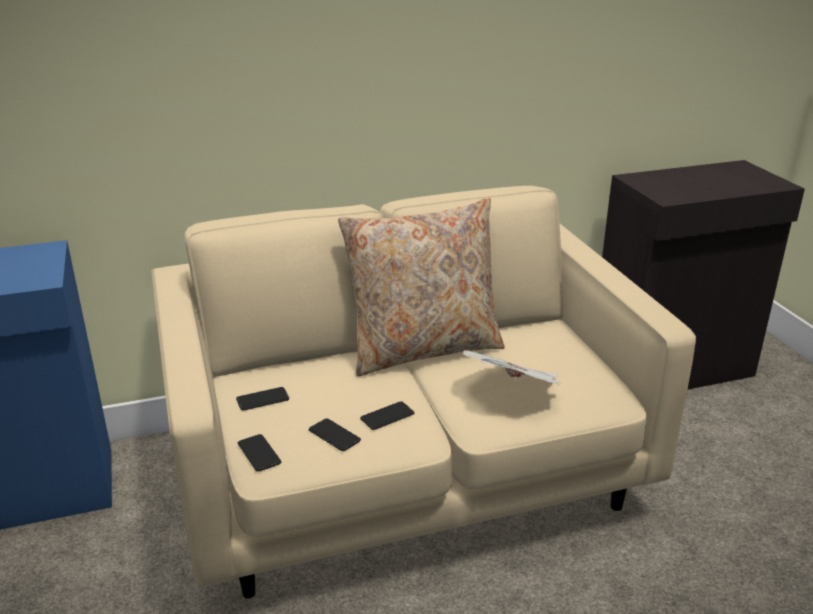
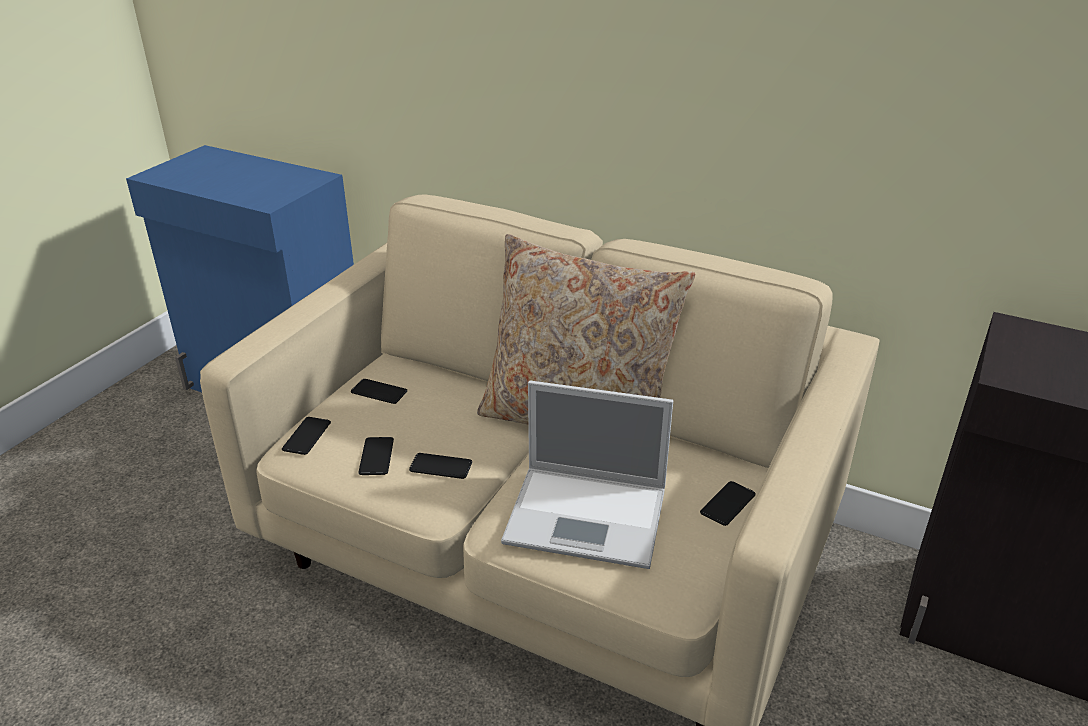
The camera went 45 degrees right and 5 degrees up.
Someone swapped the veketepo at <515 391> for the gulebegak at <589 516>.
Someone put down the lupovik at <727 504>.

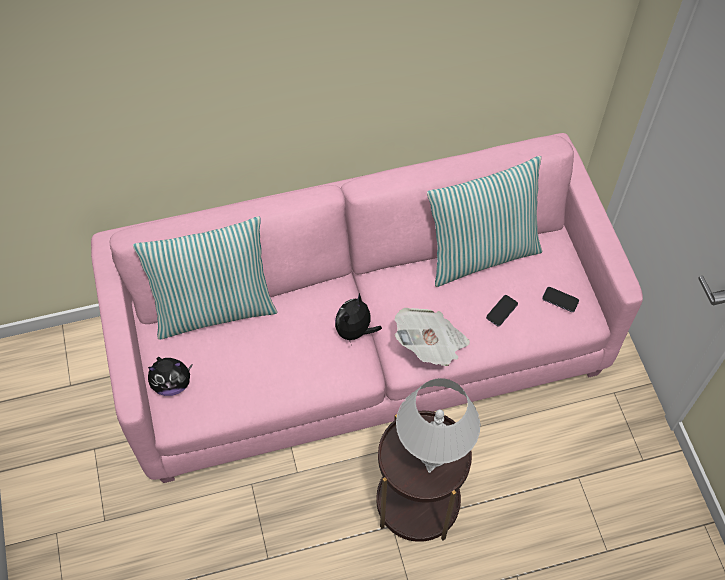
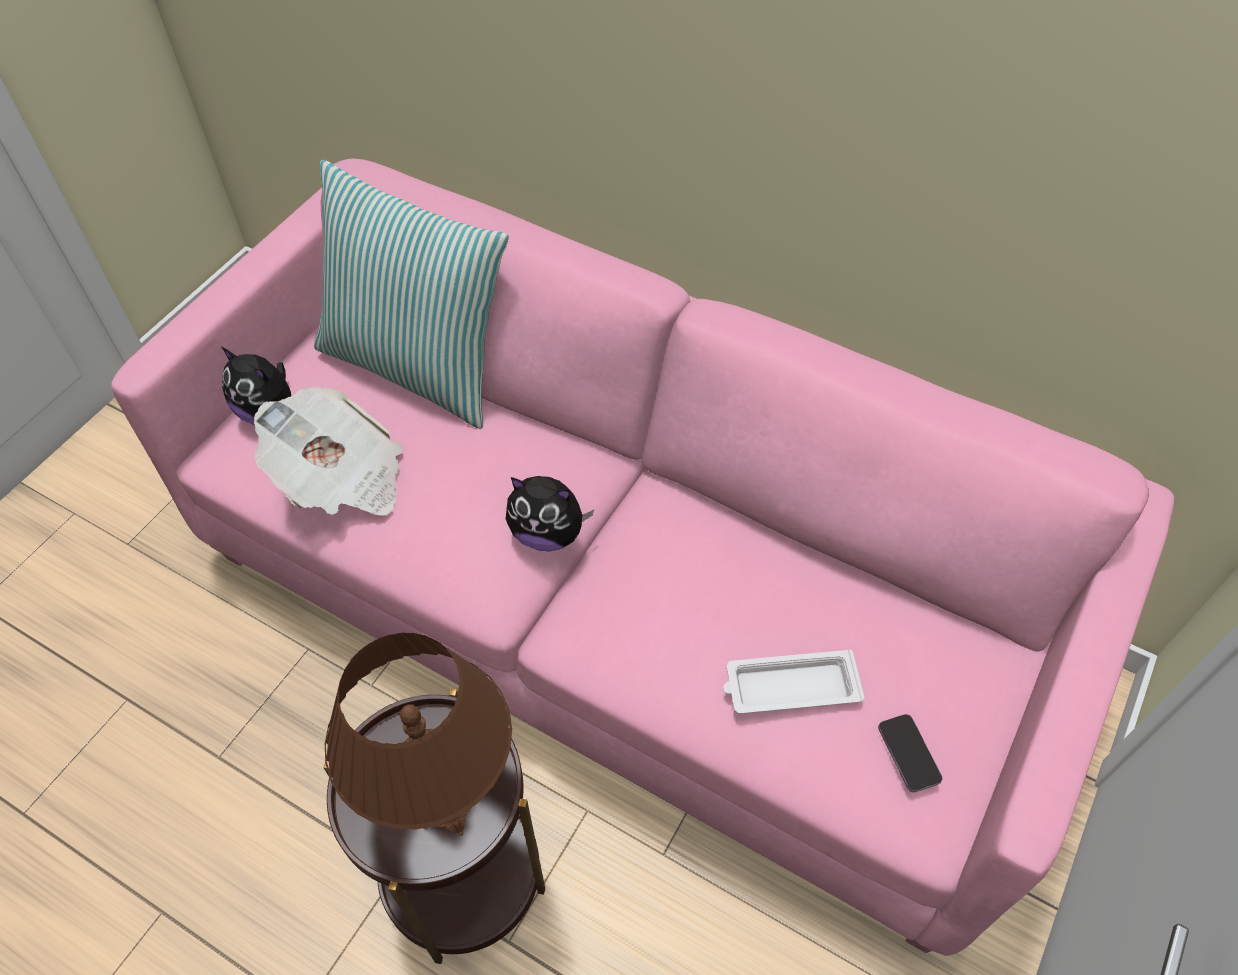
The camera went 45 degrees right and 5 degrees down.
Someone carried the veketepo from <431 345> to <340 477>.
Someone repainted the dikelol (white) at <433 453>, which became the dikelol (brown) at <442 797>.
Someone rotated the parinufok at <355 331> by 150 degrees counterclockwise.
Someone swapped the lupovik at <501 311> for the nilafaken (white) at <790 686>.
Someone took away the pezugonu at <481 253>.

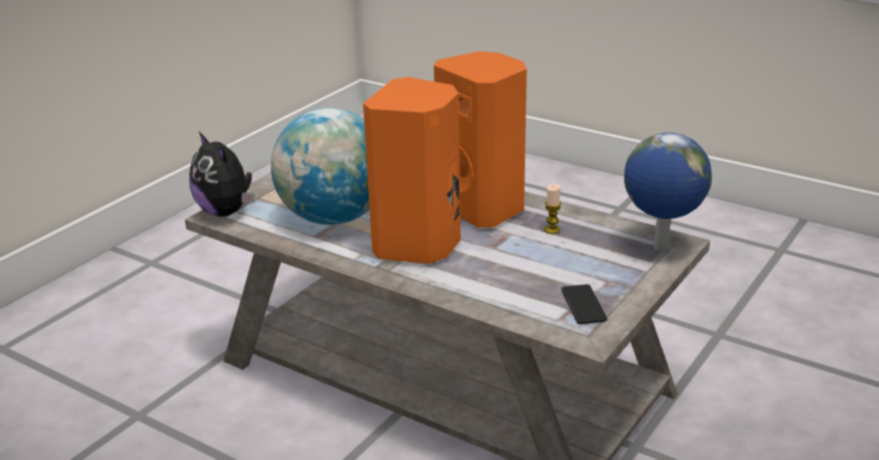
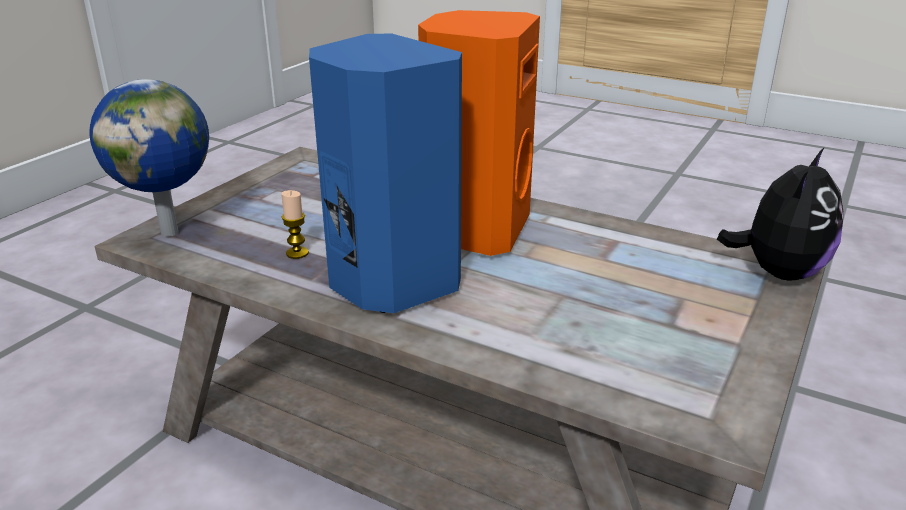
The camera went 175 degrees right and 0 degrees up.
Someone repainted the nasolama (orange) at <484 209>, which became the nasolama (blue) at <389 284>.
Someone rotated the parinufok at <226 212> by 75 degrees clockwise.
Someone took away the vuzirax at <333 218>.
Someone took away the lupovik at <583 305>.

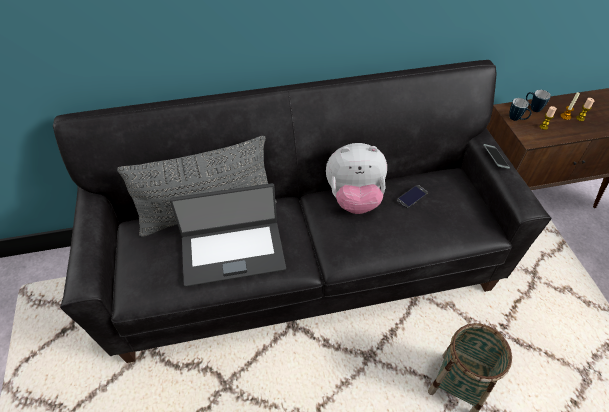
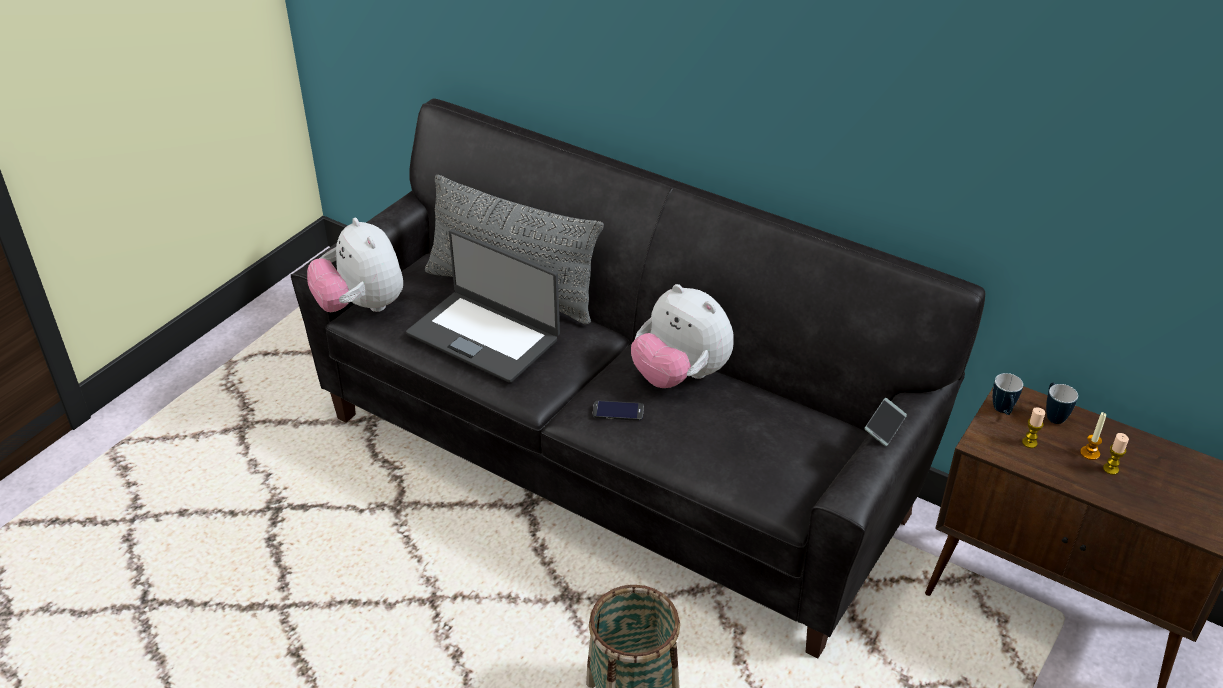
The camera went 45 degrees right and 10 degrees down.
Someone put down the parinufok at <362 306>.
Someone carried the lupovik from <412 196> to <618 411>.

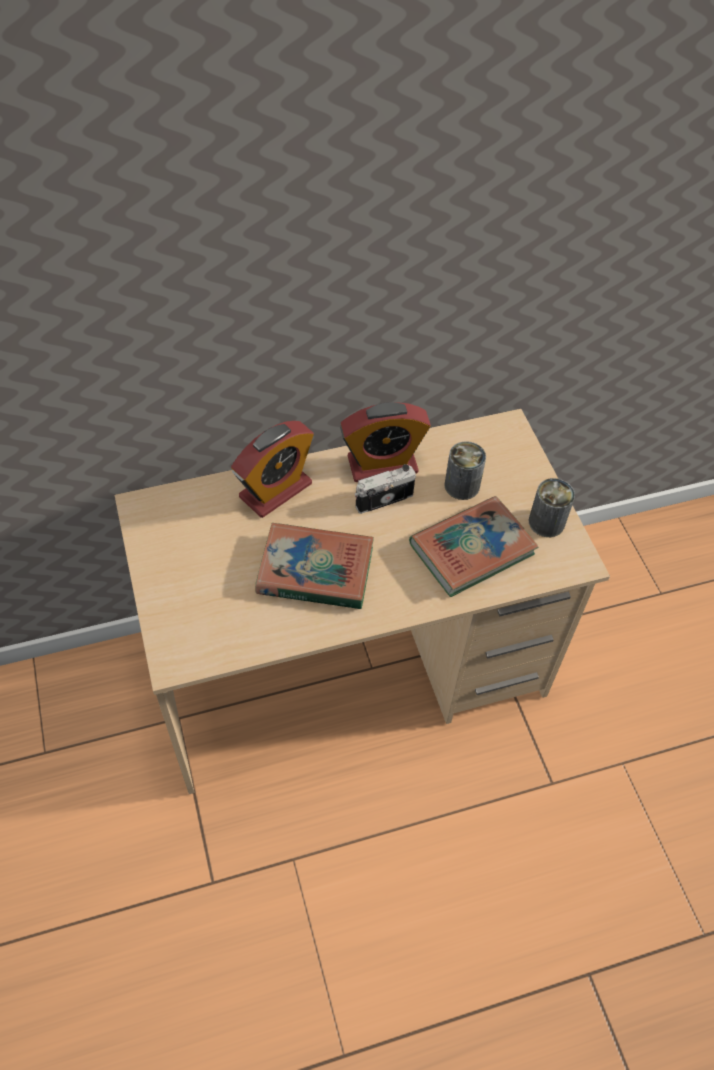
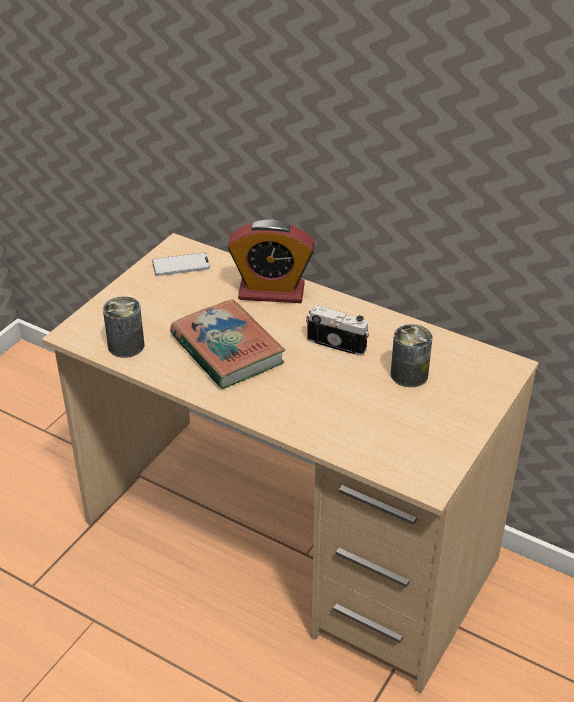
The camera went 50 degrees right and 15 degrees down.
Someone carried the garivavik from <546 522> to <126 345>.
Someone put down the lupovik at <181 265>.
Someone took away the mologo at <382 465>.
Someone took away the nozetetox at <472 550>.

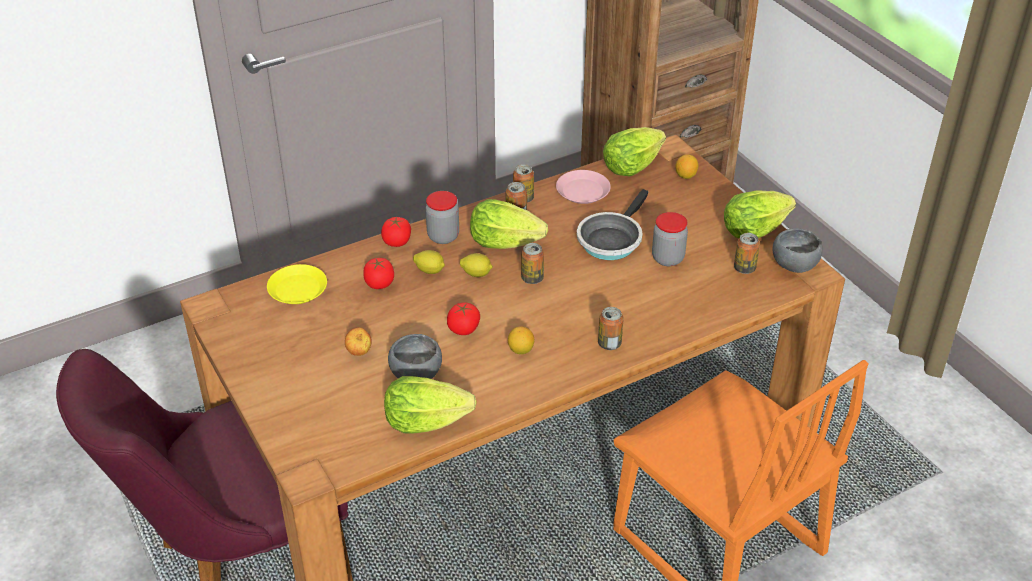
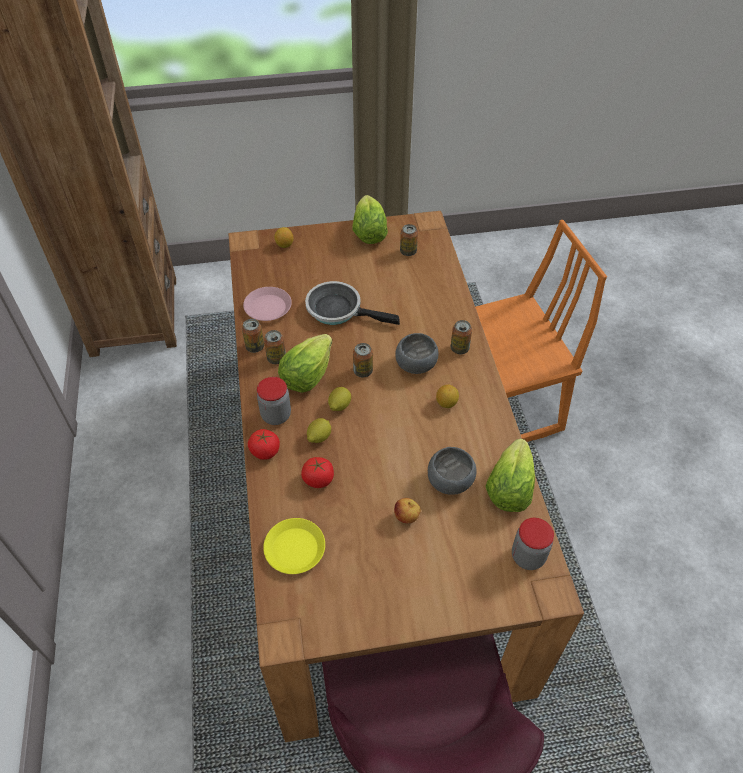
The camera went 70 degrees left and 10 degrees up.
Someone rotated the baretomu at <611 239> by 150 degrees clockwise.
Someone carried the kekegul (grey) from <794 266> to <417 365>.
Someone carried the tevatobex from <667 258> to <528 556>.
Someone took away the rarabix at <463 329>.
Someone took away the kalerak at <631 166>.

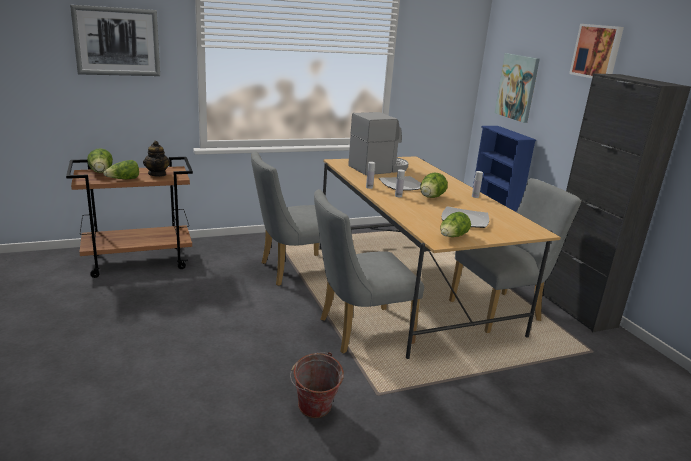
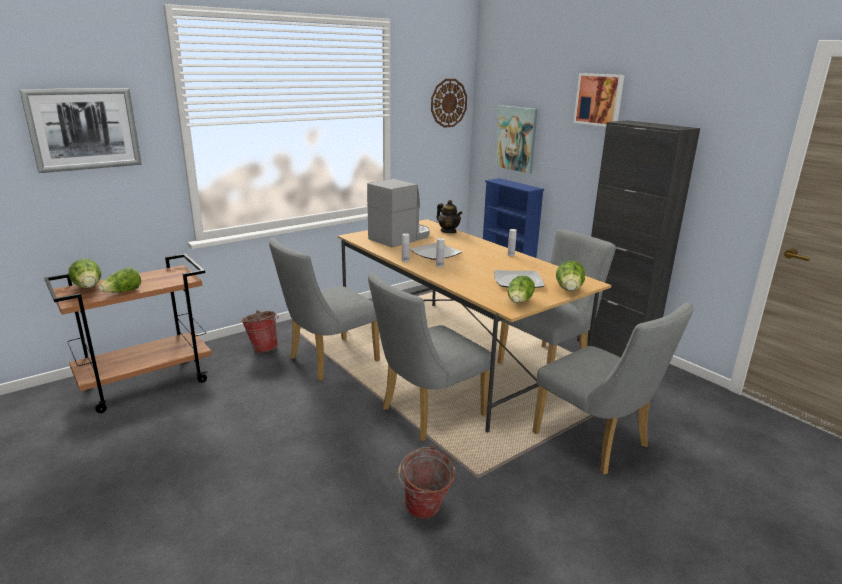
The camera went 15 degrees left and 0 degrees up.
Someone put down the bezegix at <263 348>.
Someone put up the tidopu at <448 103>.
Someone carried the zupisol from <157 174> to <448 231>.
Someone put down the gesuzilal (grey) at <597 443>.
Someone carried the kalerak from <431 197> to <569 290>.

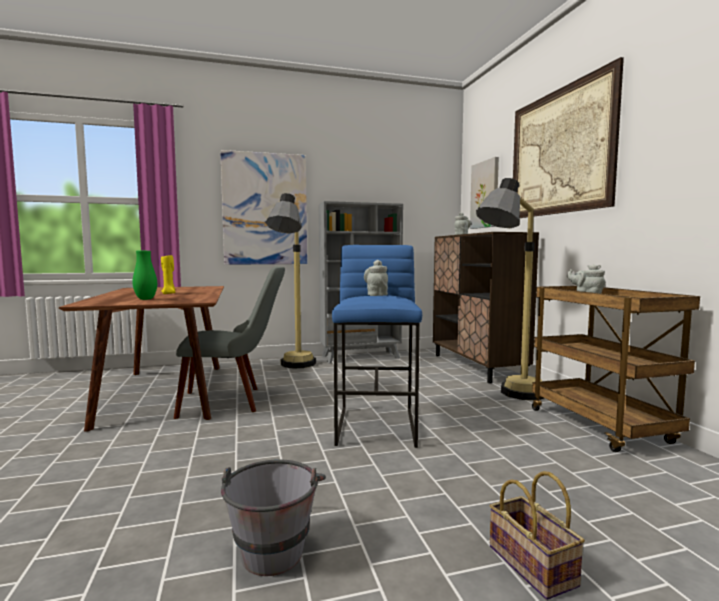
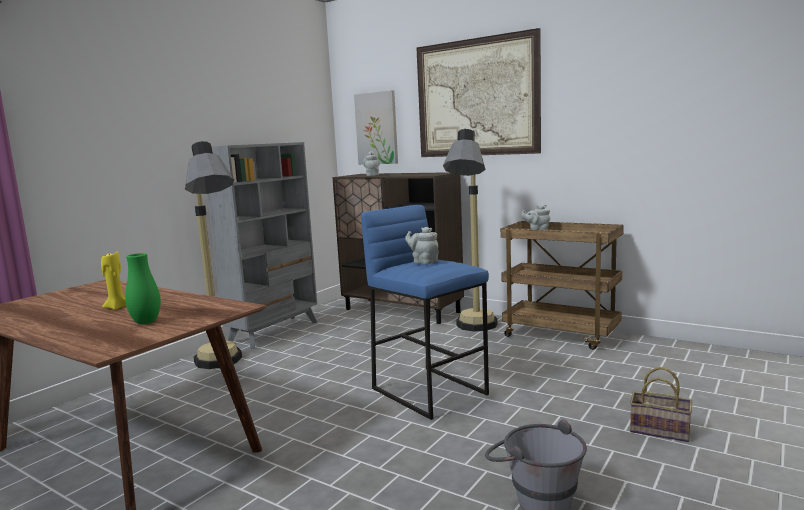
The camera went 40 degrees left and 5 degrees up.
Someone took away the gesuzilal (grey) at <233 400>.
Someone took away the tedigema at <265 209>.

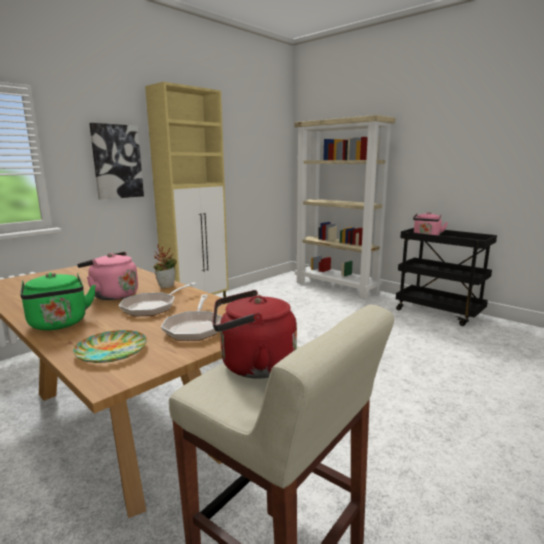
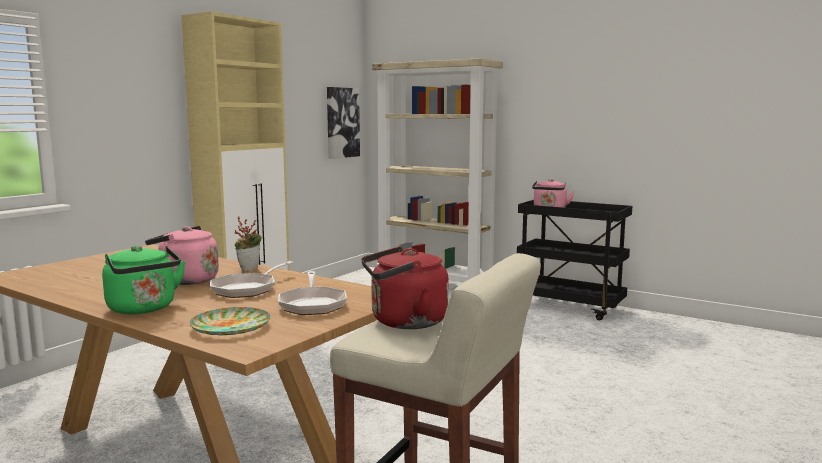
The camera went 10 degrees left and 5 degrees down.
Someone carried the tedigema from <117 161> to <342 122>.

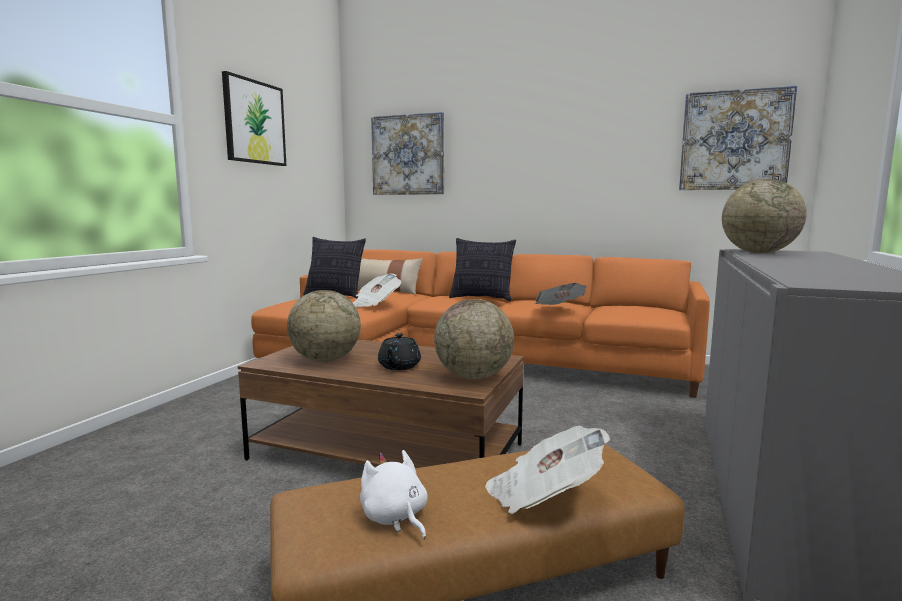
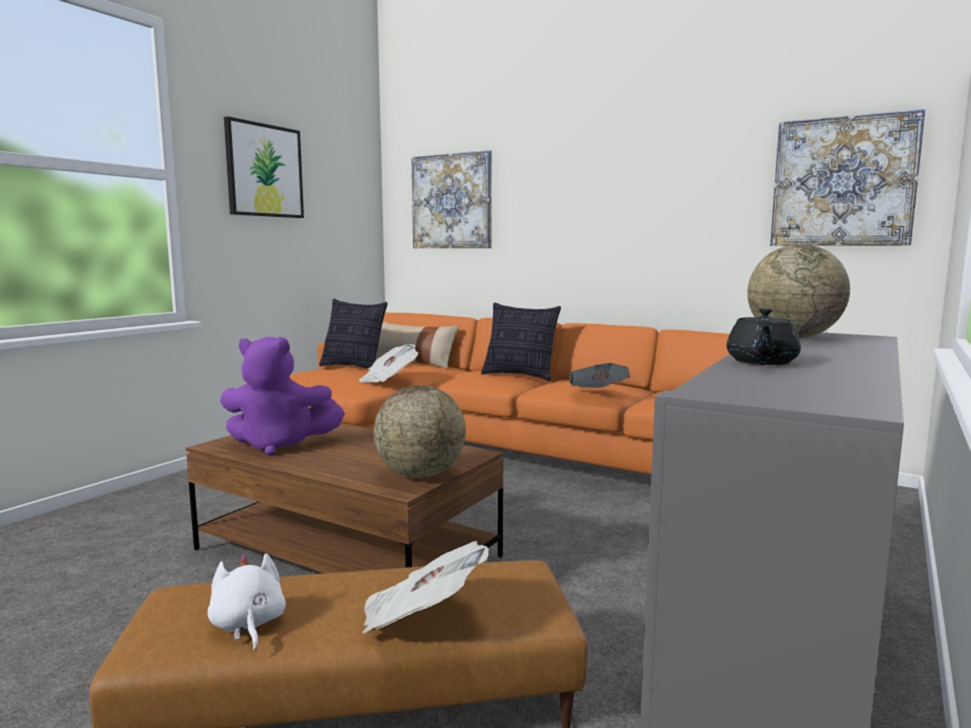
The camera went 10 degrees right and 0 degrees up.
Someone swapped the vuzirax at <325 360> for the parinufok (purple) at <279 445>.
Someone carried the zupisol (black) from <399 366> to <761 362>.

